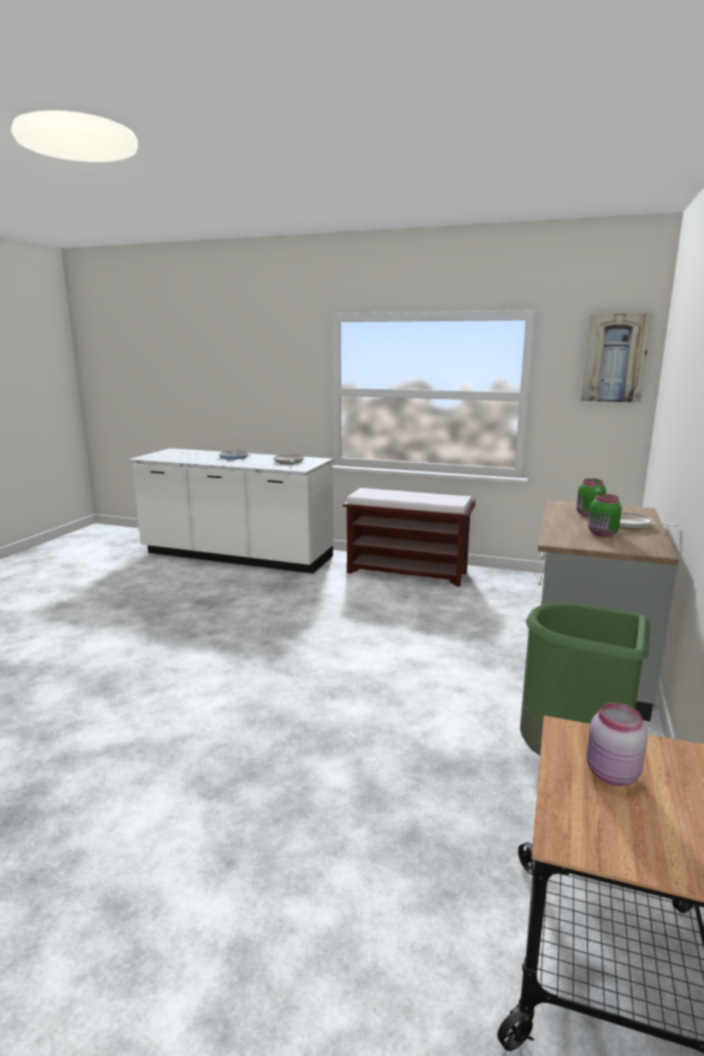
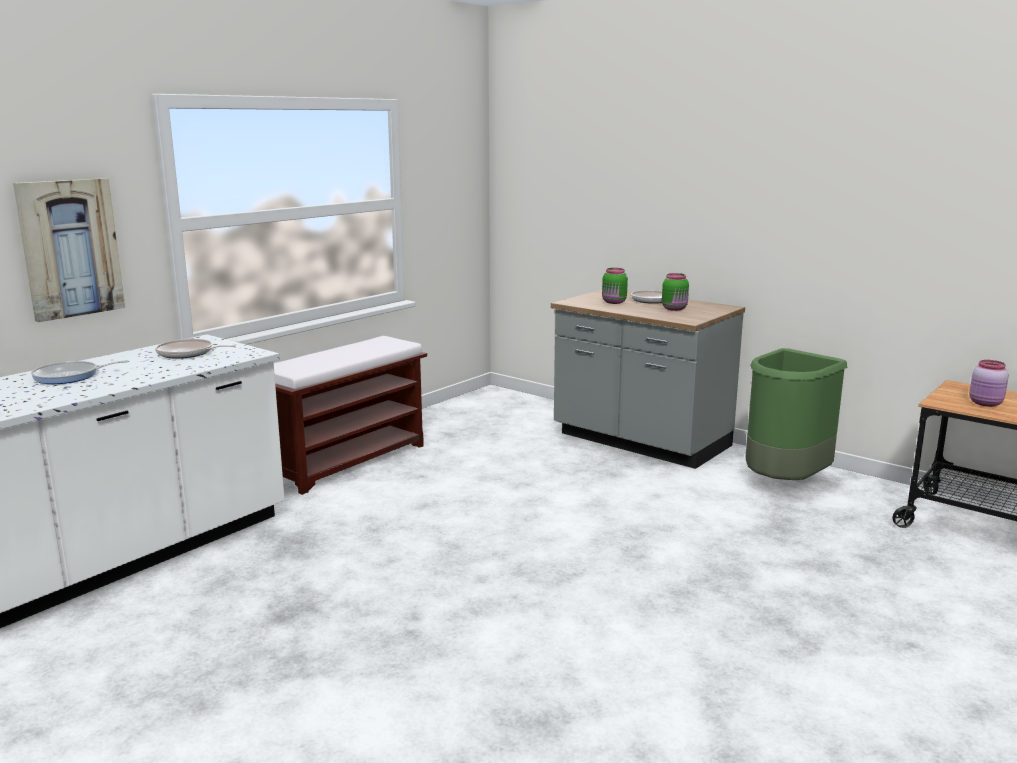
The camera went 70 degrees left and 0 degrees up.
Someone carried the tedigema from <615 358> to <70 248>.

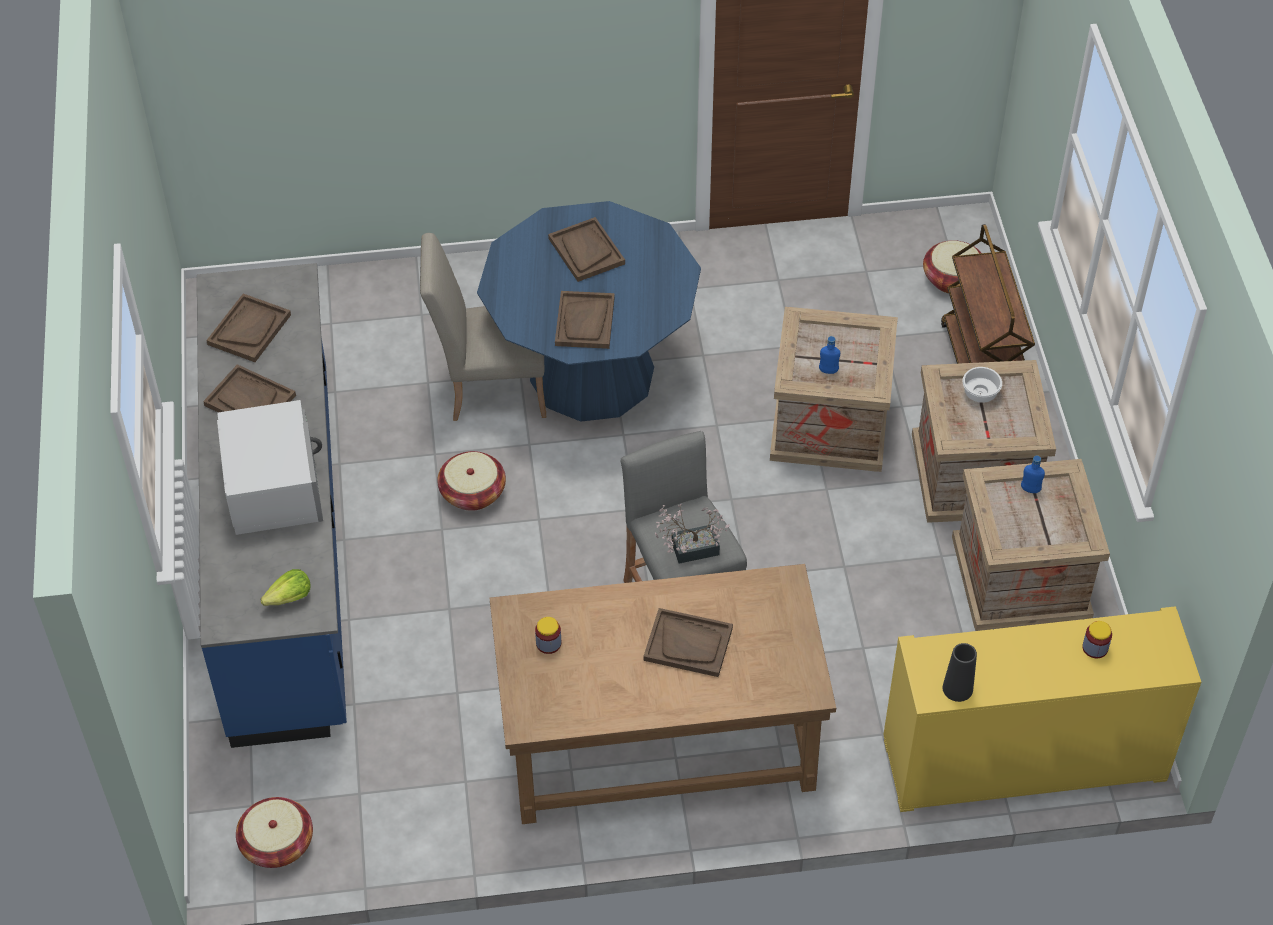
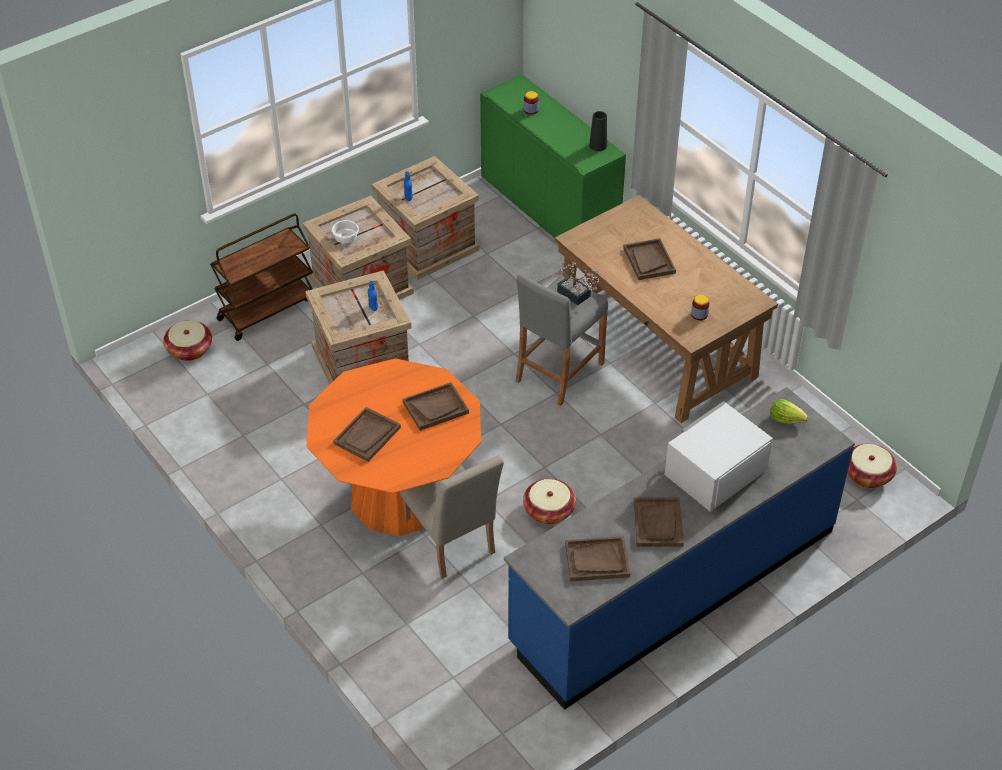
The camera went 120 degrees left and 5 degrees down.
Someone repainted the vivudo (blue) at <592 373>, which became the vivudo (orange) at <399 496>.
Someone repainted the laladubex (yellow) at <1024 759>, which became the laladubex (green) at <549 208>.

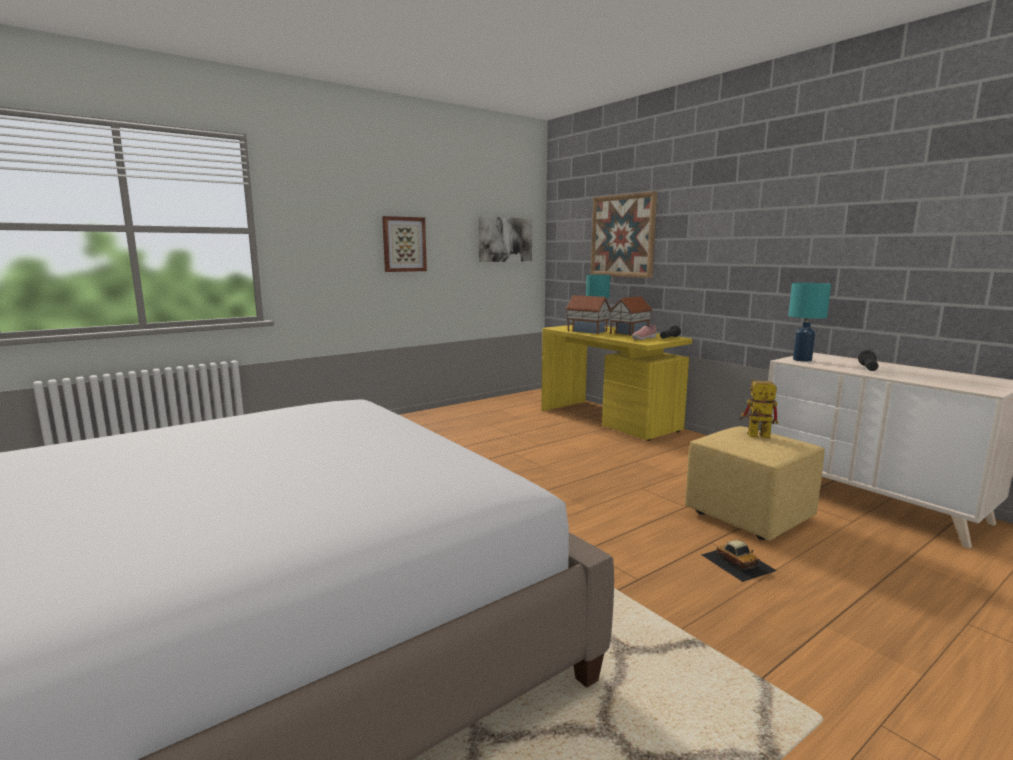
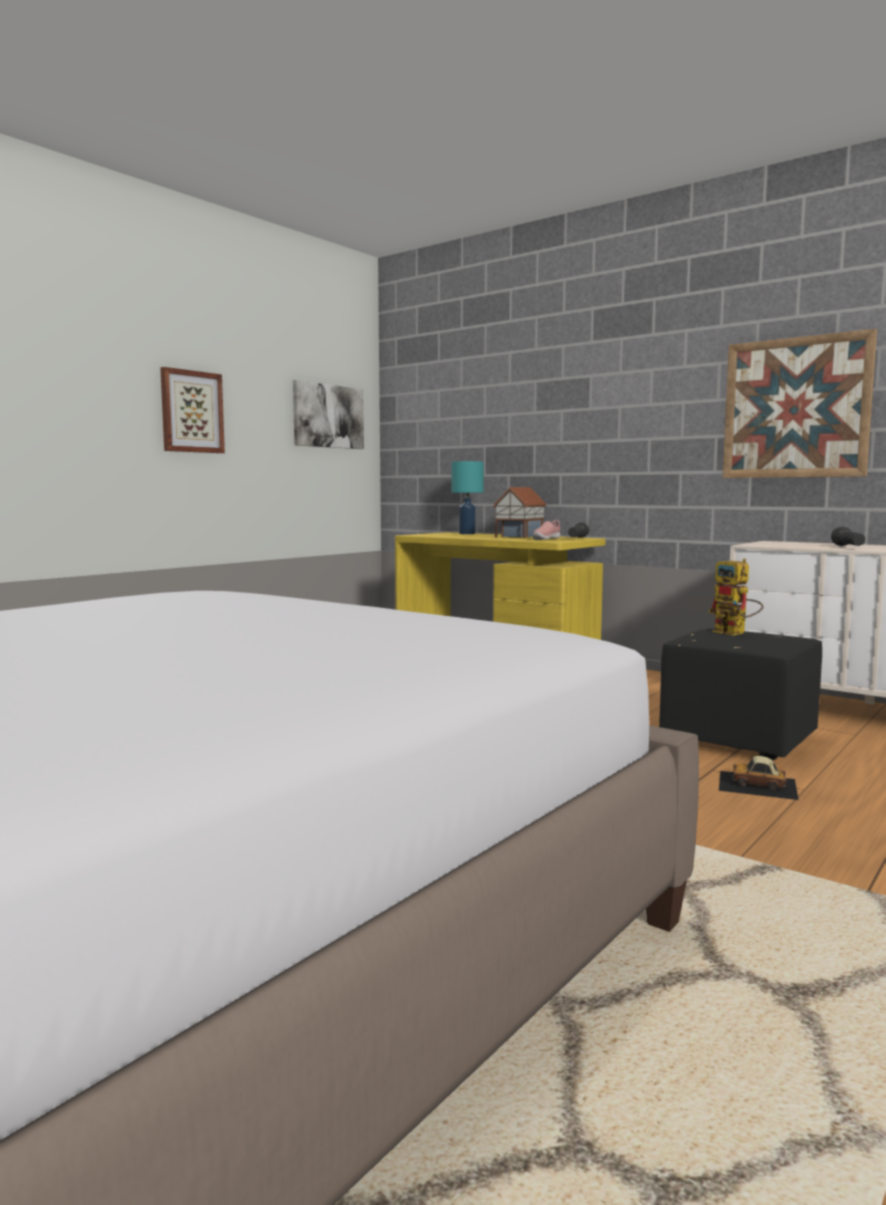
The camera went 15 degrees left and 5 degrees down.
Someone repainted the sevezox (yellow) at <750 516>, which became the sevezox (black) at <739 740>.
Someone rotated the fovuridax at <753 436> by 120 degrees counterclockwise.
Someone rotated the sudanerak at <738 562> by 150 degrees clockwise.
Someone carried the tedigema from <622 236> to <795 408>.
Someone took away the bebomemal at <587 331>.
Someone took away the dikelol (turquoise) at <802 360>.

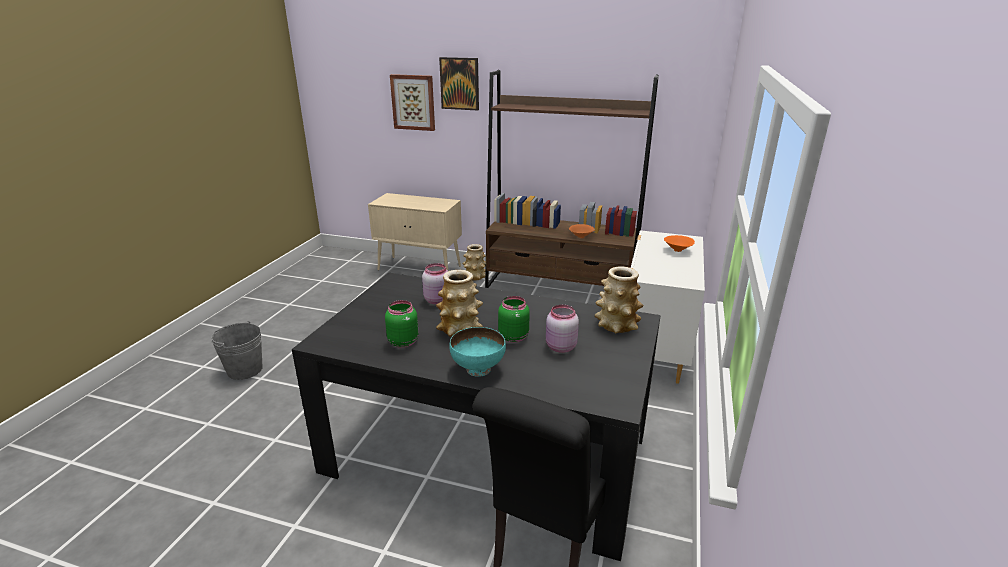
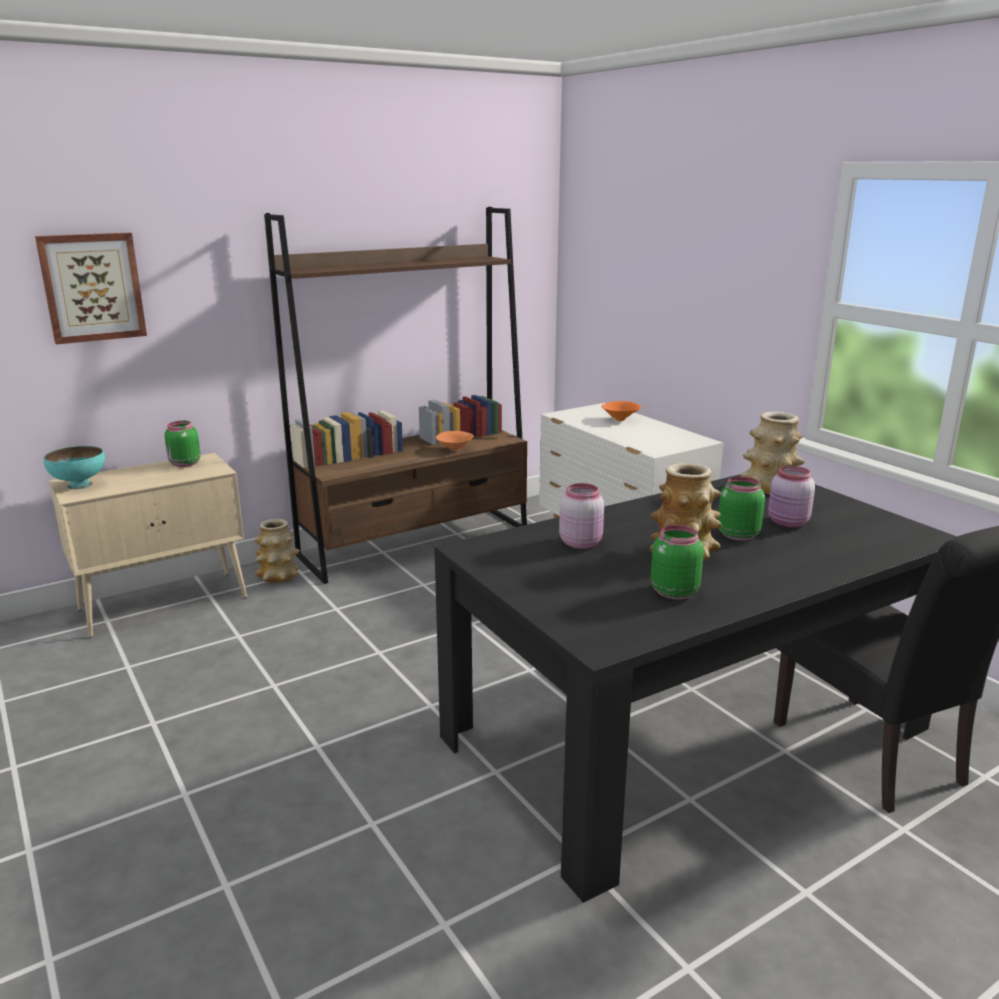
The camera went 50 degrees left and 5 degrees down.
Someone carried the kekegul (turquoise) from <477 369> to <79 485>.
Someone put down the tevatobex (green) at <184 464>.
Someone took away the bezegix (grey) at <245 370>.
Someone took away the tedigema at <459 83>.

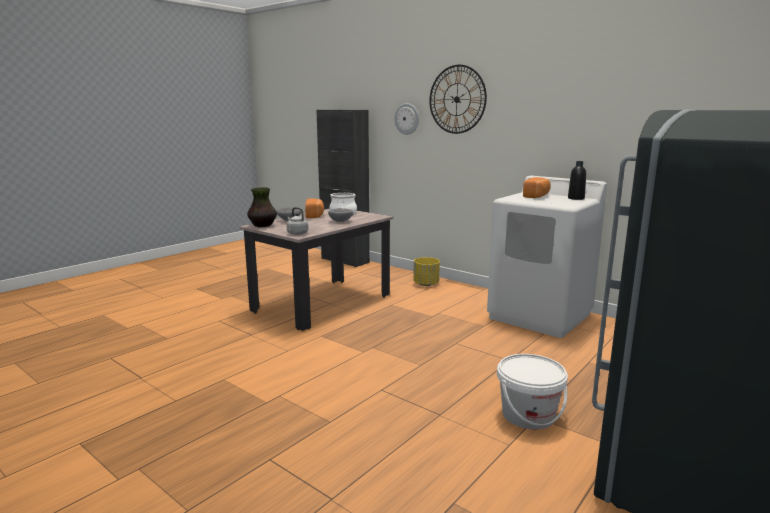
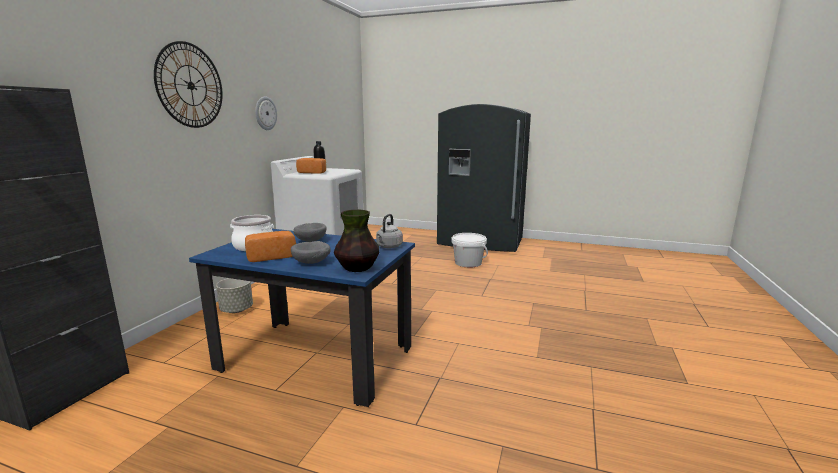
The camera went 110 degrees left and 0 degrees up.
Someone repainted the vivudo (beige) at <322 303>, which became the vivudo (blue) at <316 358>.
Someone repainted the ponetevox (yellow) at <426 284>, which became the ponetevox (grey) at <237 310>.
Someone carried the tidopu from <407 118> to <265 113>.

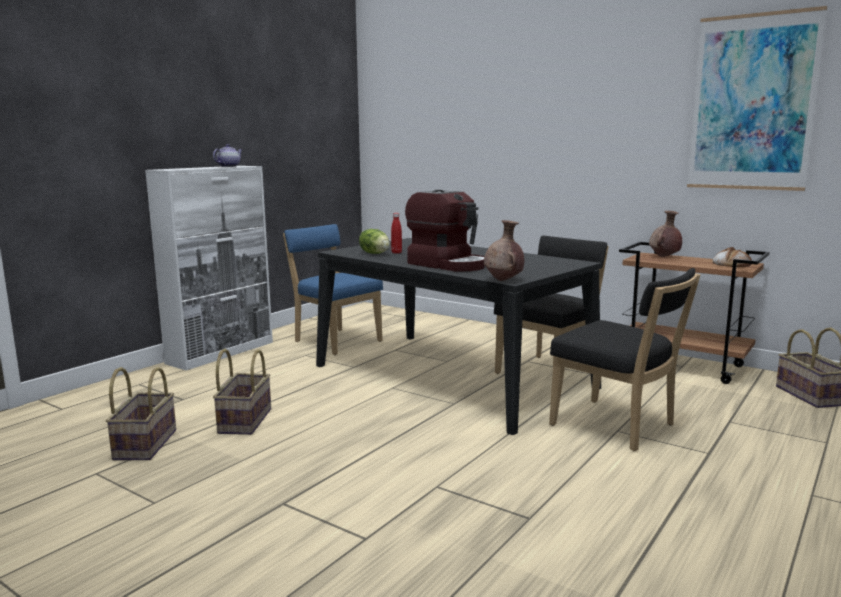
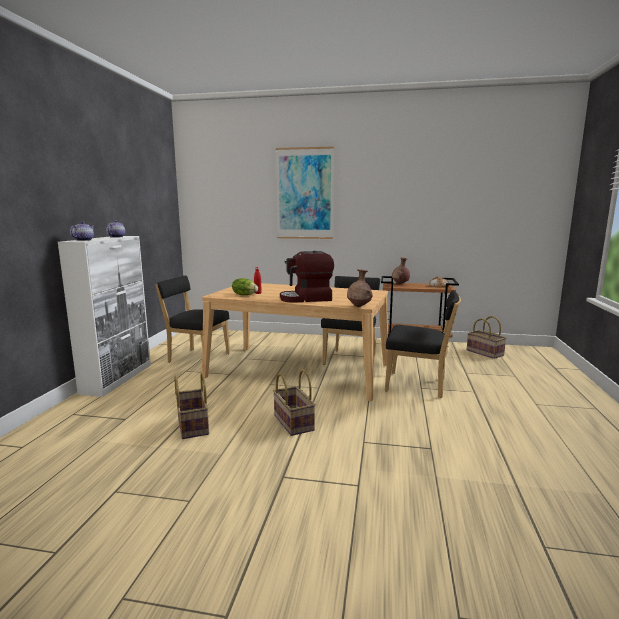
The camera went 25 degrees left and 0 degrees up.
Someone put down the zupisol at <84 240>.
Someone repainted the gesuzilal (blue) at <335 341>, which became the gesuzilal (black) at <196 358>.
Someone repainted the vivudo (black) at <451 376>, which became the vivudo (beige) at <298 370>.
Someone carried the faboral from <144 444> to <292 422>.
Someone carried the tedigema from <752 103> to <305 194>.
Someone rotated the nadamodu at <448 264> by 150 degrees clockwise.

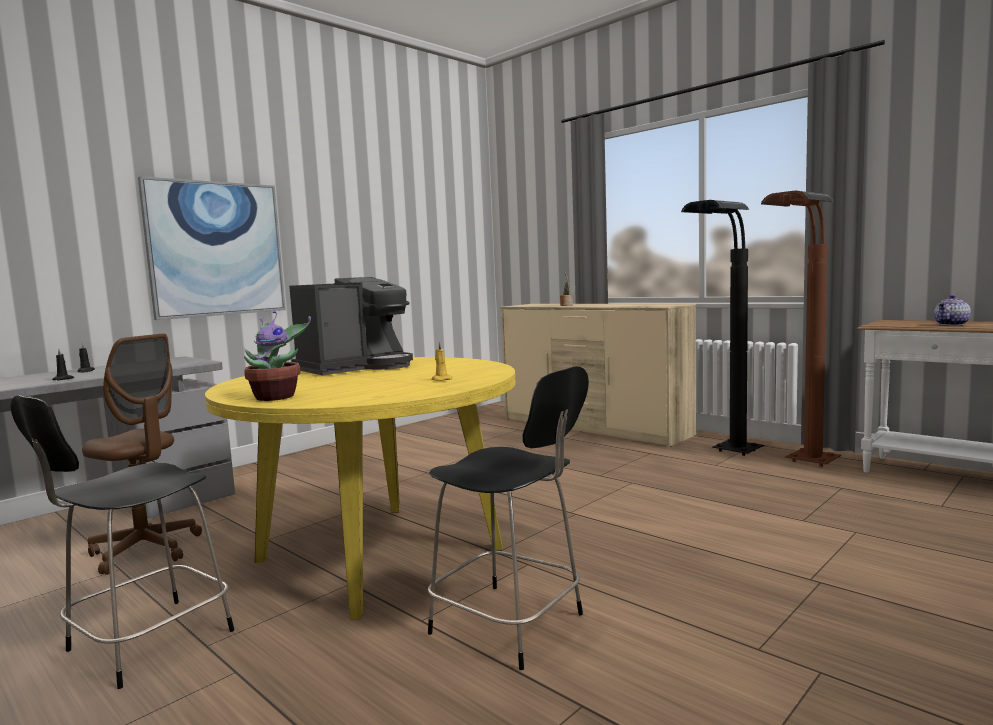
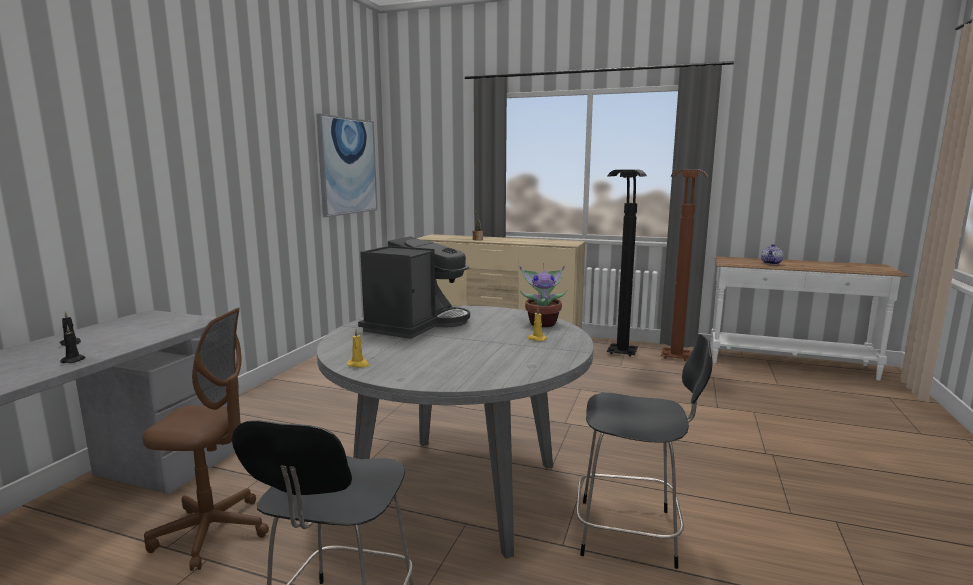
The camera went 25 degrees left and 5 degrees up.
Someone carried the tedigema from <216 249> to <348 166>.
Someone repainted the vivudo (yellow) at <379 554>, which became the vivudo (grey) at <458 489>.
Someone put down the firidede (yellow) at <359 365>.
Someone carried the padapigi from <277 397> to <543 323>.

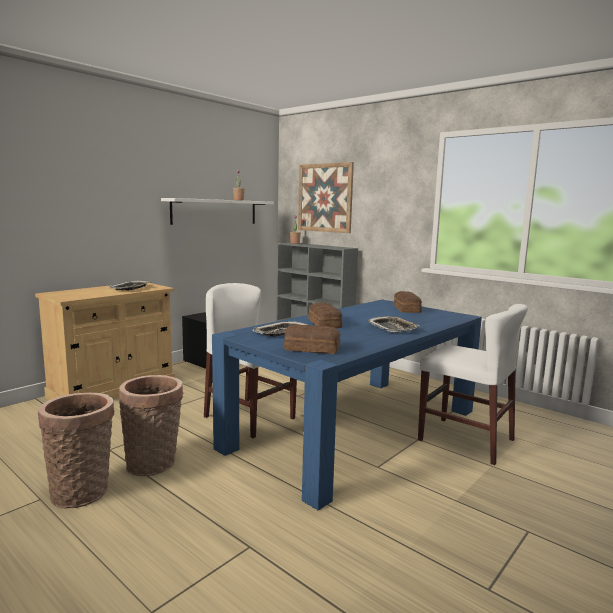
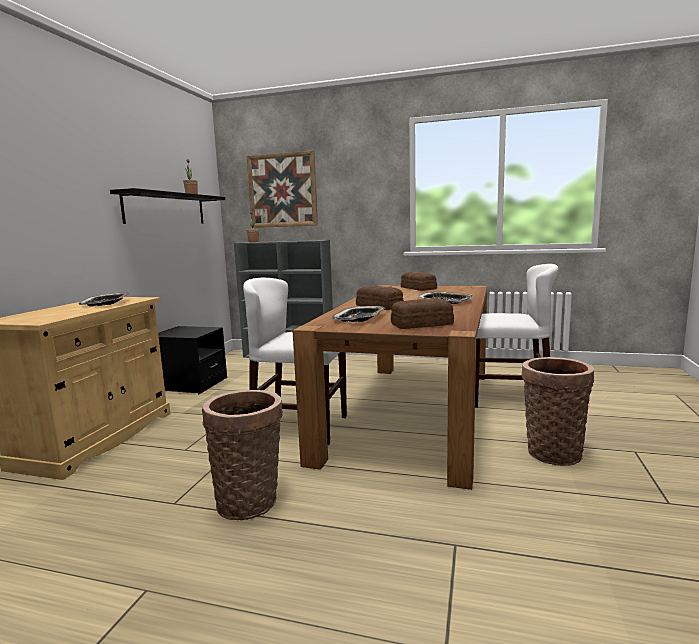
The camera went 25 degrees left and 0 degrees up.
Someone repainted the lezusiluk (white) at <215 212>, which became the lezusiluk (black) at <166 209>.
Someone repainted the vivudo (blue) at <355 428>, which became the vivudo (brown) at <412 411>.
Someone carried the faboral from <83 491> to <552 451>.

